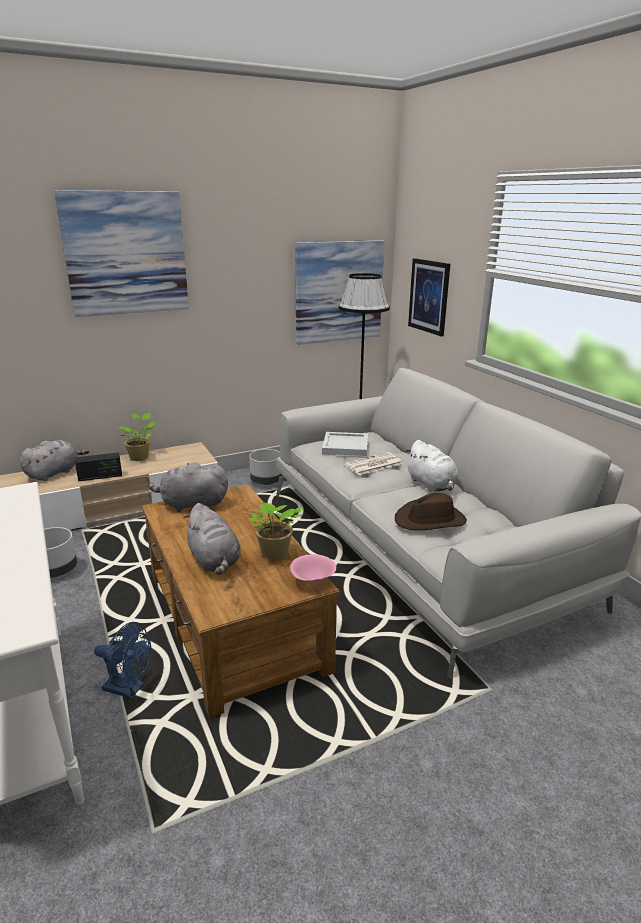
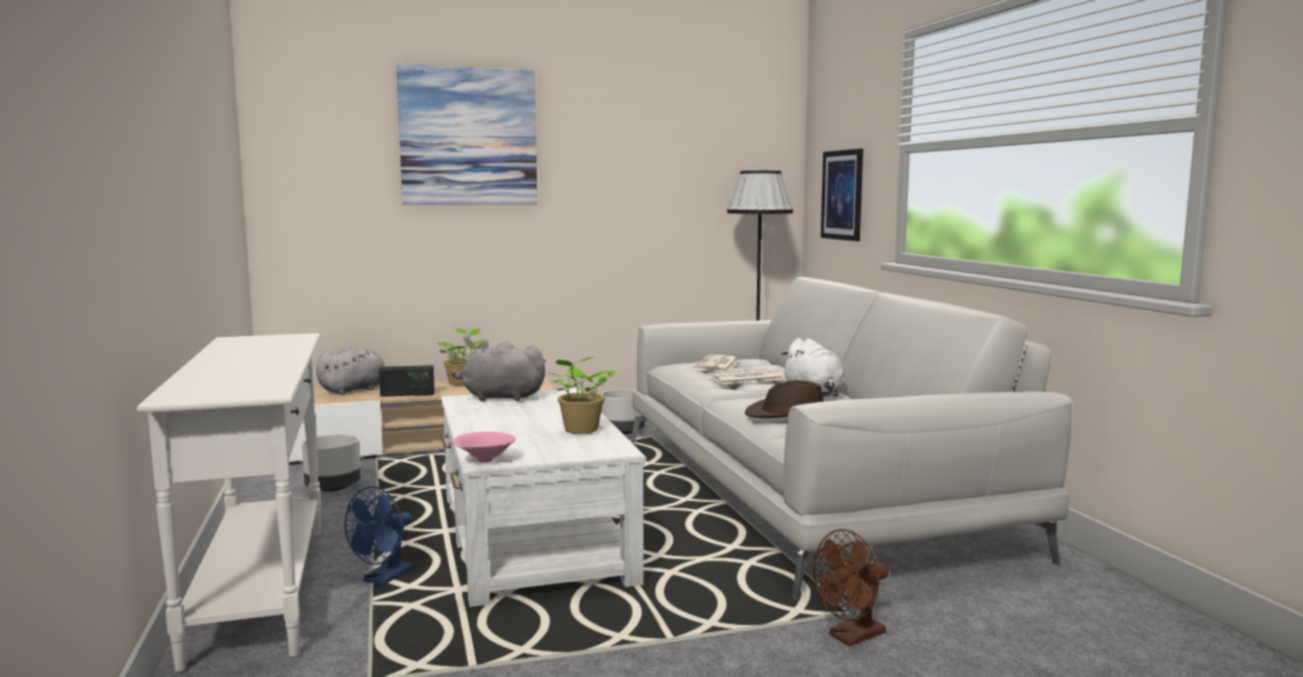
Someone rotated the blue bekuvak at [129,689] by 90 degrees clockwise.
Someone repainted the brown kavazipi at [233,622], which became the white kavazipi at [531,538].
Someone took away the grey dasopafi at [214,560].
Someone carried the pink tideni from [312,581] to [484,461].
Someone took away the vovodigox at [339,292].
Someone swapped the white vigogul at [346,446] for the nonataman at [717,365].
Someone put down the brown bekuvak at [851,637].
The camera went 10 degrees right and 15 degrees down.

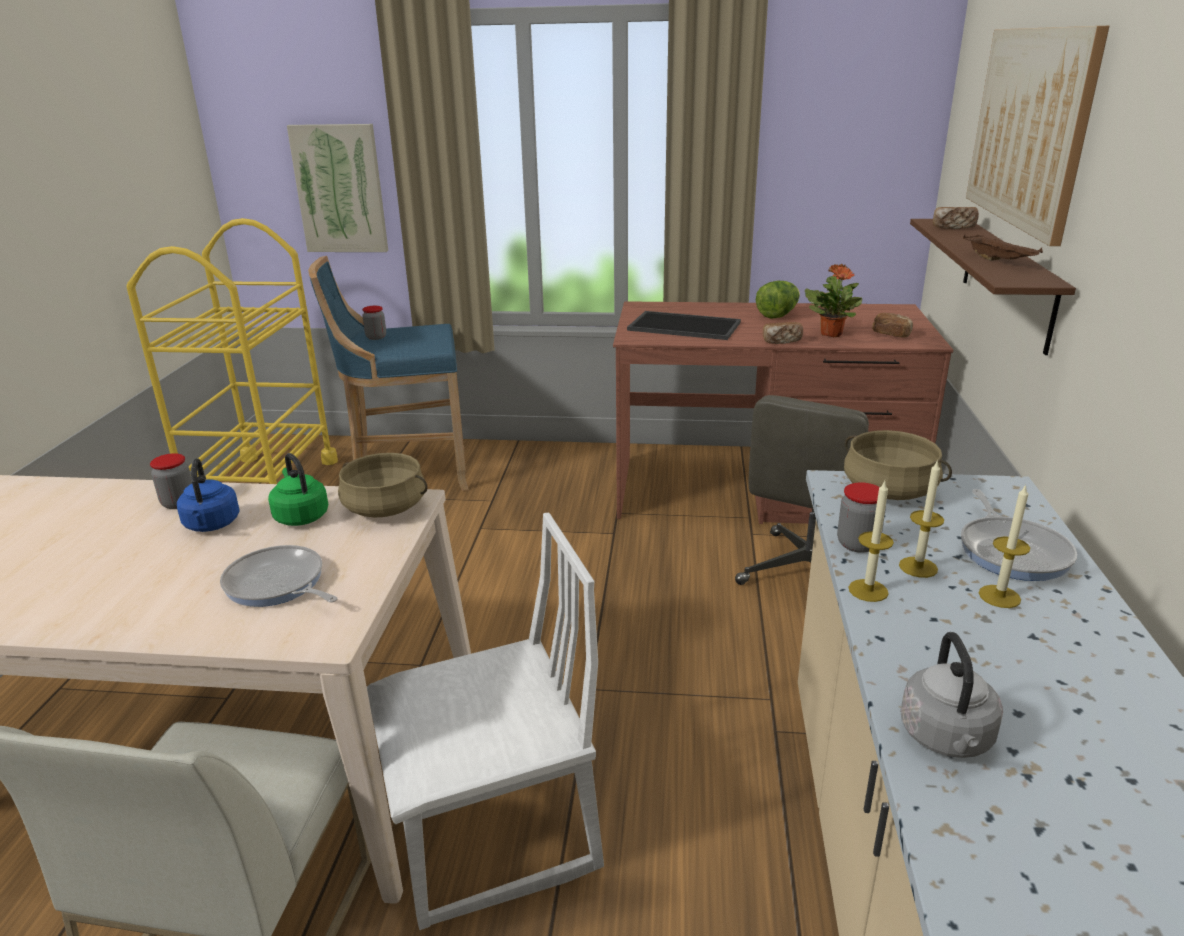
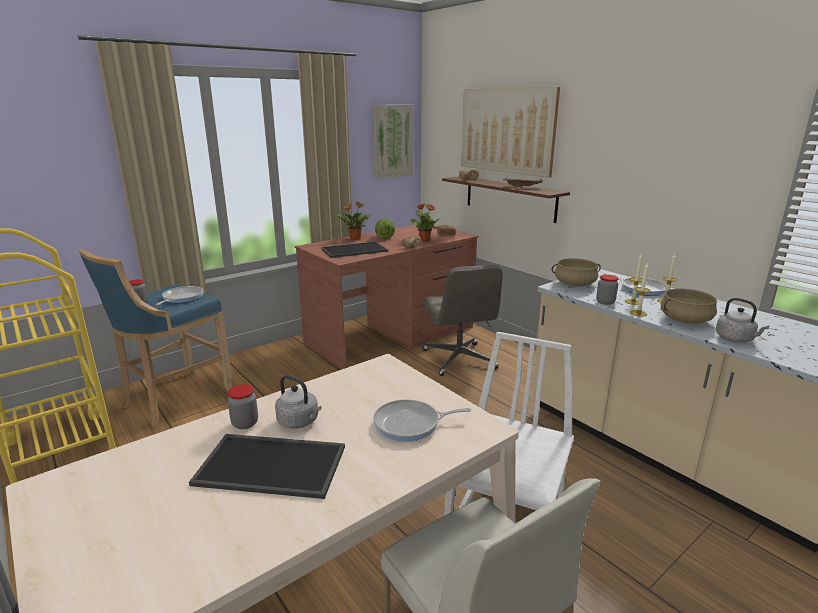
Someone repainted the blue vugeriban at [212,525], which became the grey vugeriban at [300,422].
Someone took away the green vugeriban at [300,516].
Someone carried the vovodigox from [340,189] to [392,141].
Someone carried the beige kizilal from [386,508] to [685,320].
Someone put down the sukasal at [181,298].
Someone put down the vigogul at [273,464].
Someone put down the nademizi at [355,238].
The camera went 45 degrees left and 5 degrees down.

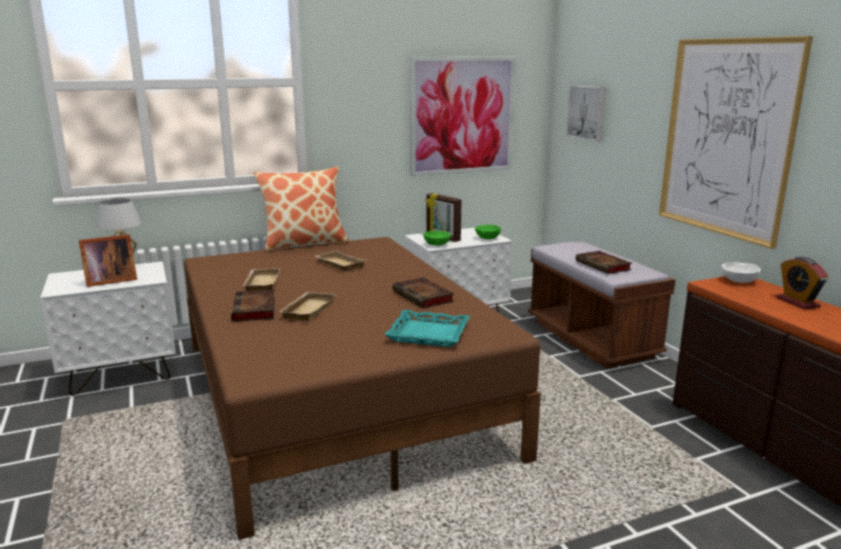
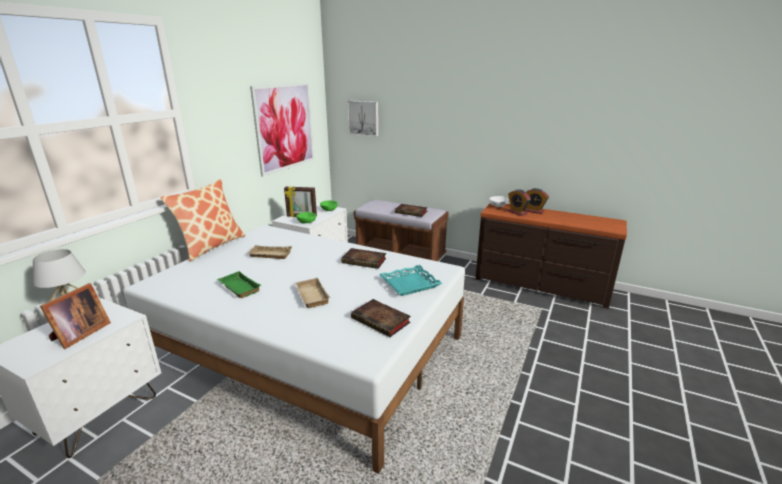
Someone repainted the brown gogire at [338,396], which became the white gogire at [309,349].
Someone carried the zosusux from [255,310] to [382,321].
Someone repainted the beige vigogul at [261,283], which became the green vigogul at [238,288].
Someone took away the vovodigox at [727,138].
Someone put down the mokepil at [517,212].
The camera went 40 degrees left and 5 degrees up.

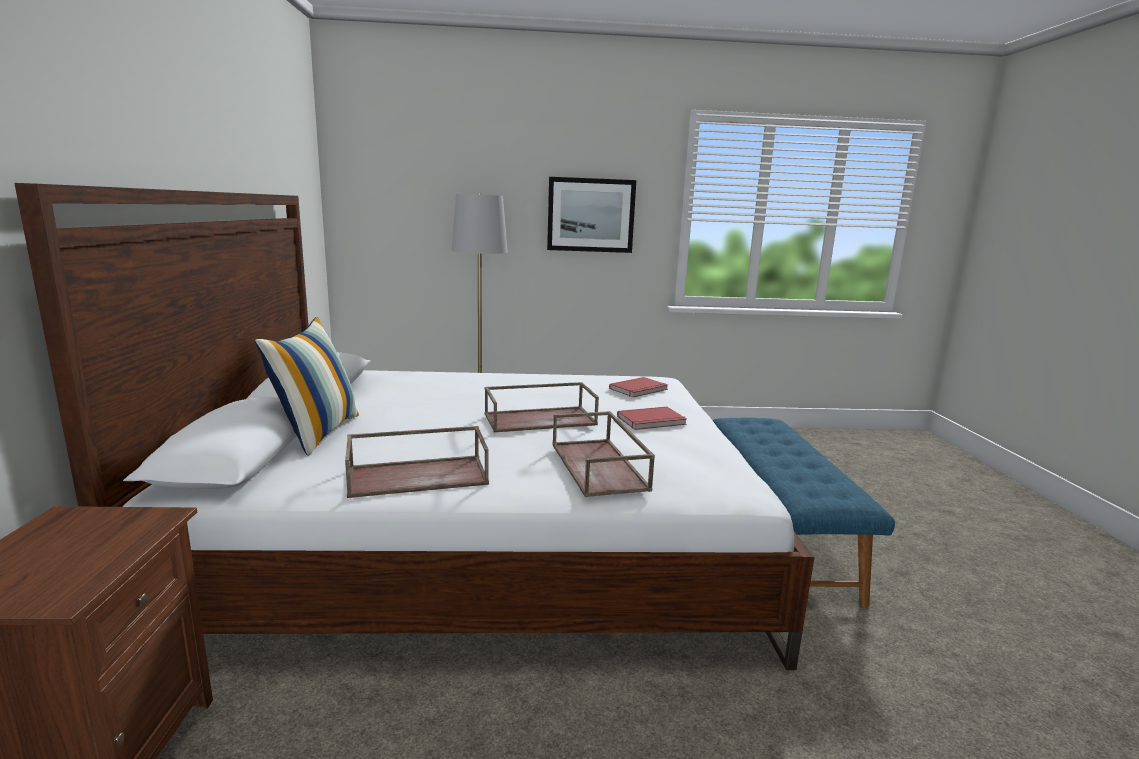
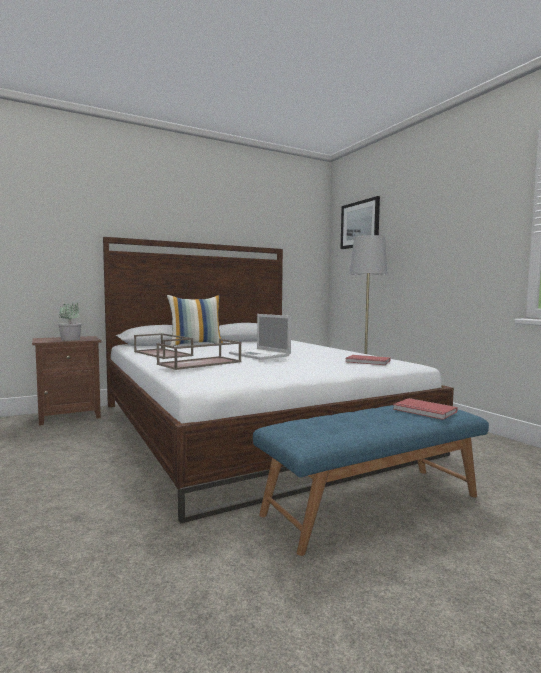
Someone swapped the brown vigogul at [541,419] for the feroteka at [260,355].
Someone carried the vovodigox from [590,215] to [360,224].
Someone carried the red zosusux from [652,421] to [424,411].
Someone put down the nademizi at [71,339].
The camera went 65 degrees right and 10 degrees down.

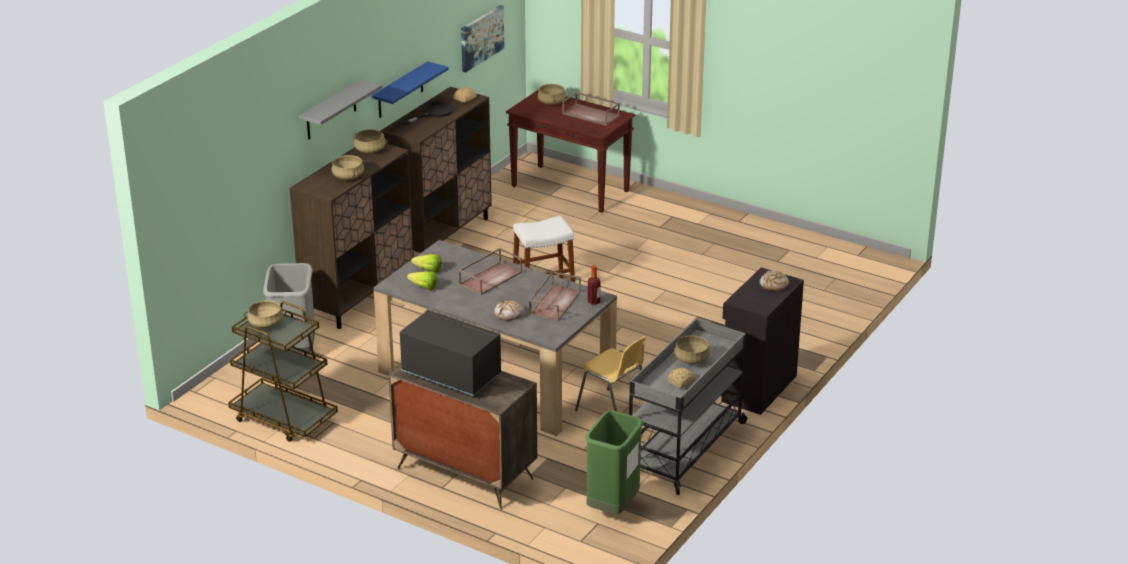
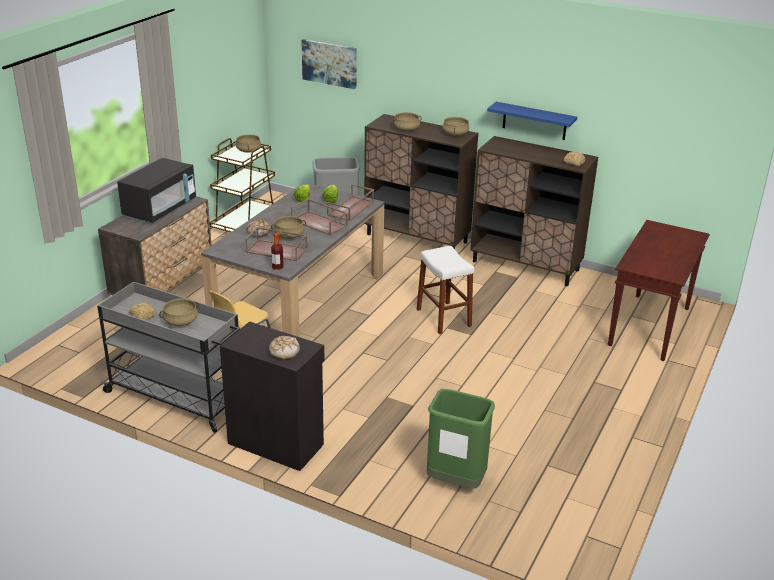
Someone took away the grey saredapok at [331,110].
Someone took away the black sukasal at [433,113].
Someone carried the vovodigox from [481,37] to [329,63].
Someone carried the beige kizilal from [551,102] to [289,235].
Someone carried the brown vigogul from [591,115] to [351,209].
Someone carried the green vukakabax from [613,507] to [455,482].
The camera went 85 degrees right and 0 degrees up.

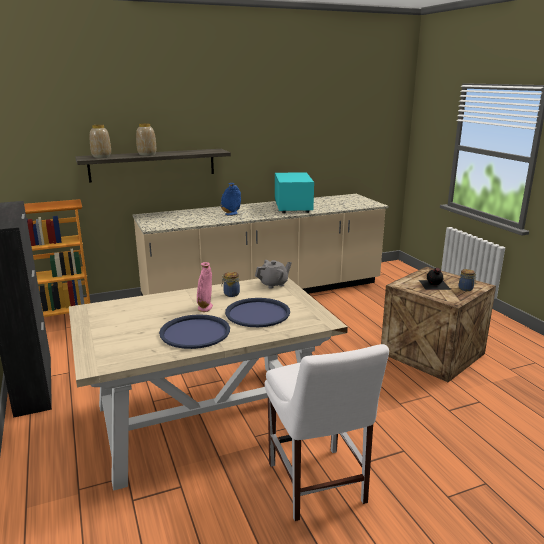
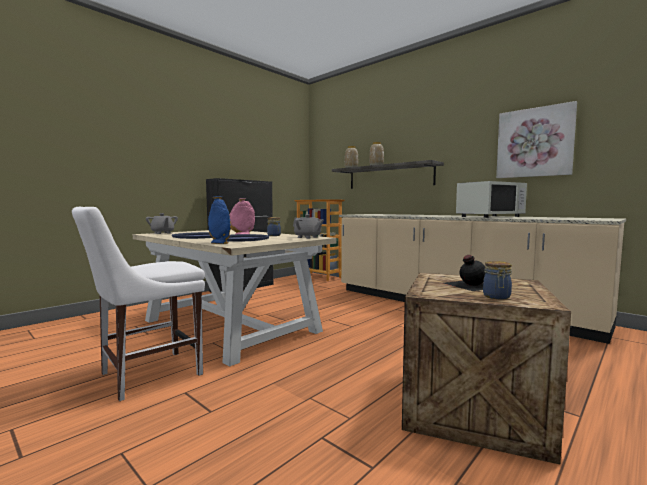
Someone carried the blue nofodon from [231,214] to [219,243].
Someone repainted the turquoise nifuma at [292,207], which became the white nifuma at [490,216].
Someone put down the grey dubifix at [162,233].
Someone put up the vovodigox at [534,142].
The camera went 65 degrees right and 15 degrees down.

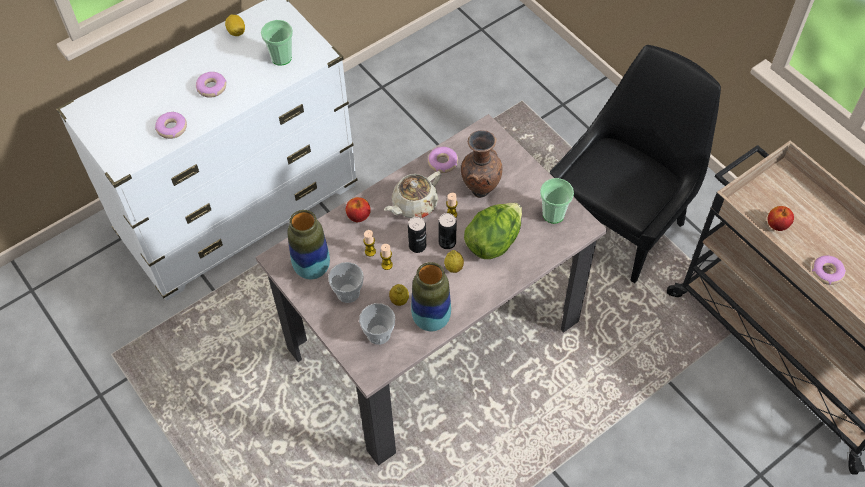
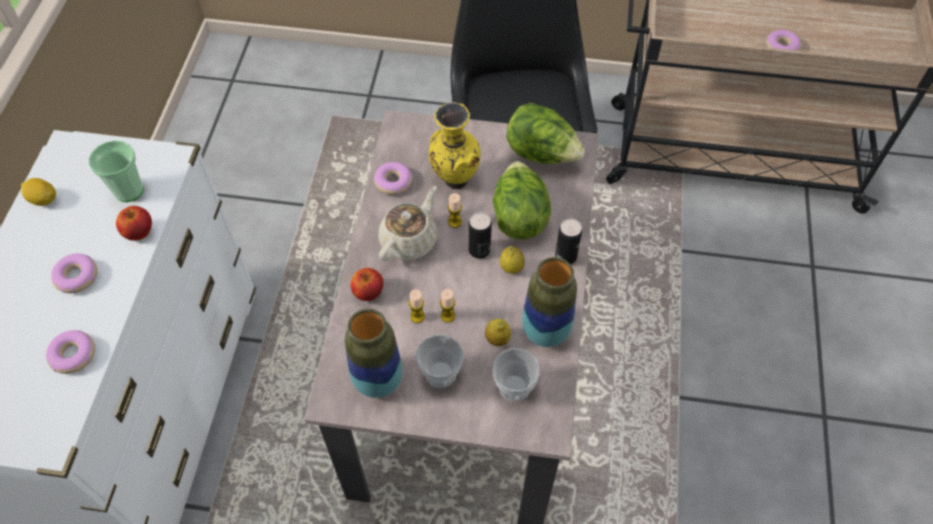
Someone rotated the beige dubifix at [414,205] by 150 degrees counterclockwise.
Someone carried the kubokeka from [417,246] to [566,256].
Someone repainted the brown nofodon at [479,189], which became the yellow nofodon at [454,180].
Someone swapped the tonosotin at [553,214] for the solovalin at [541,154].
Someone carried the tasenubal from [777,225] to [139,232].
The camera went 45 degrees left and 0 degrees up.

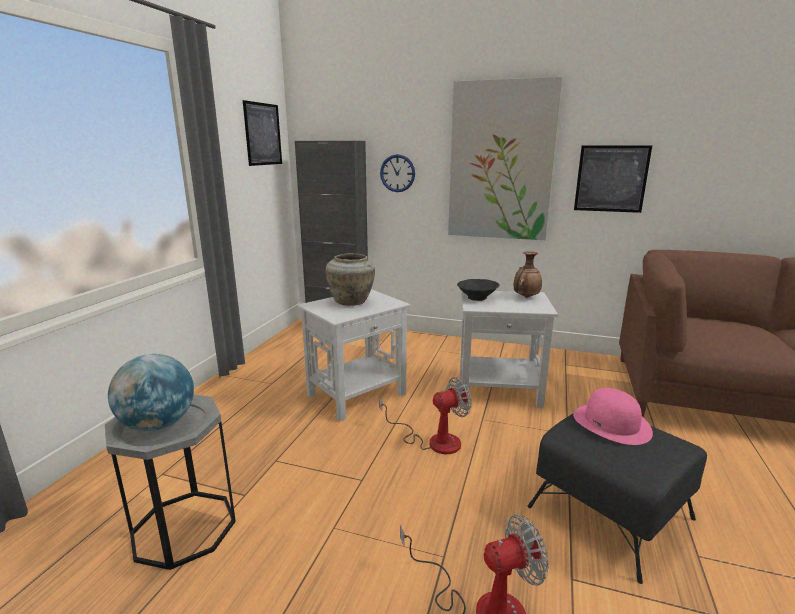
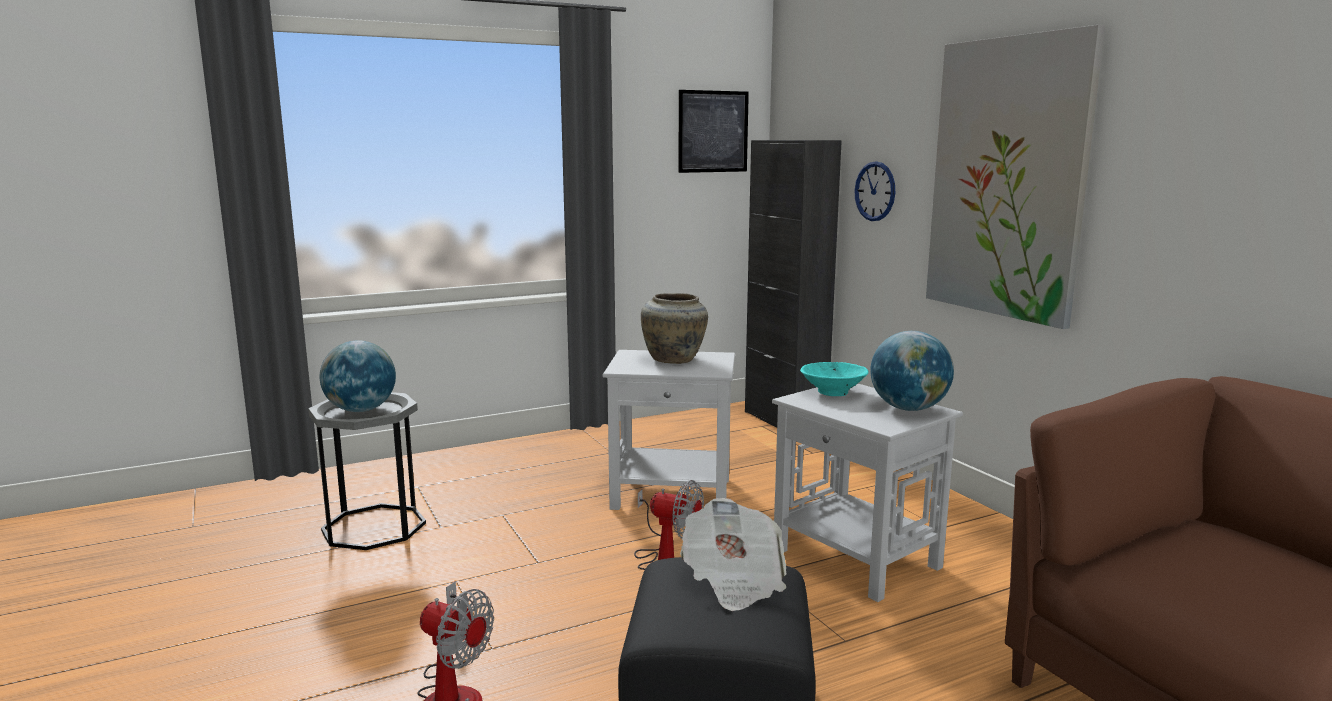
Someone repainted the black tideni at [477,298], which became the turquoise tideni at [834,392].
Someone swapped the nofodon at [526,297] for the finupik at [909,409].
Someone swapped the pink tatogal at [612,423] for the nonataman at [733,580].
Someone took away the vovodigox at [611,179].
The camera went 45 degrees right and 5 degrees down.

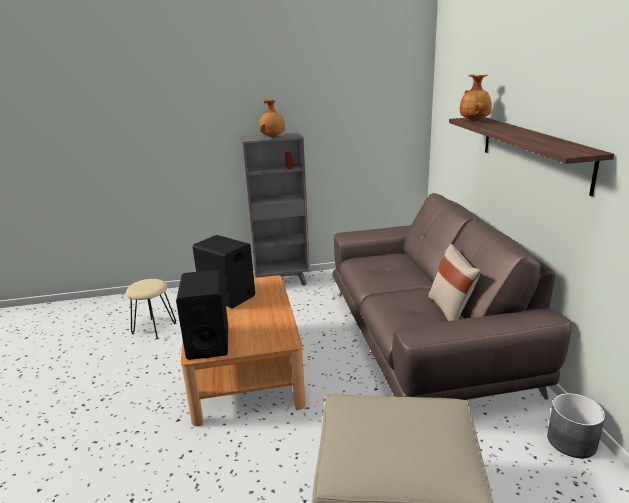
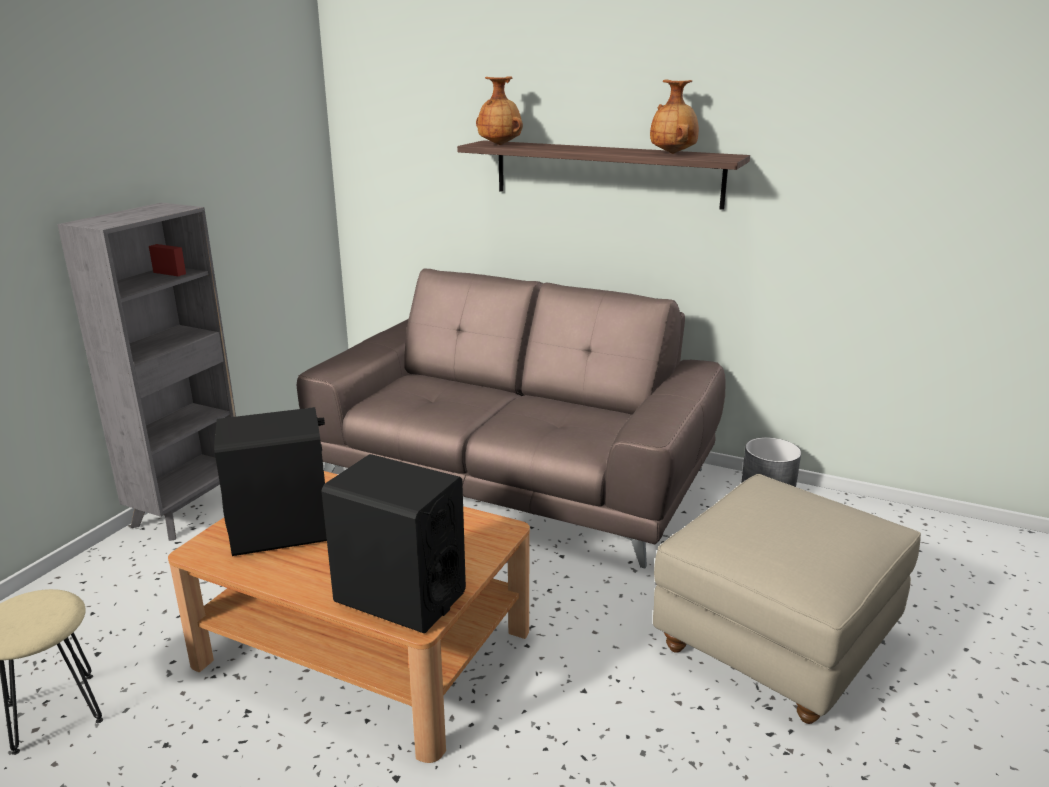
Someone carried the brown nofodon from [273,137] to [673,153].
Someone took away the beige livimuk at [451,310].
The camera went 55 degrees left and 0 degrees up.

